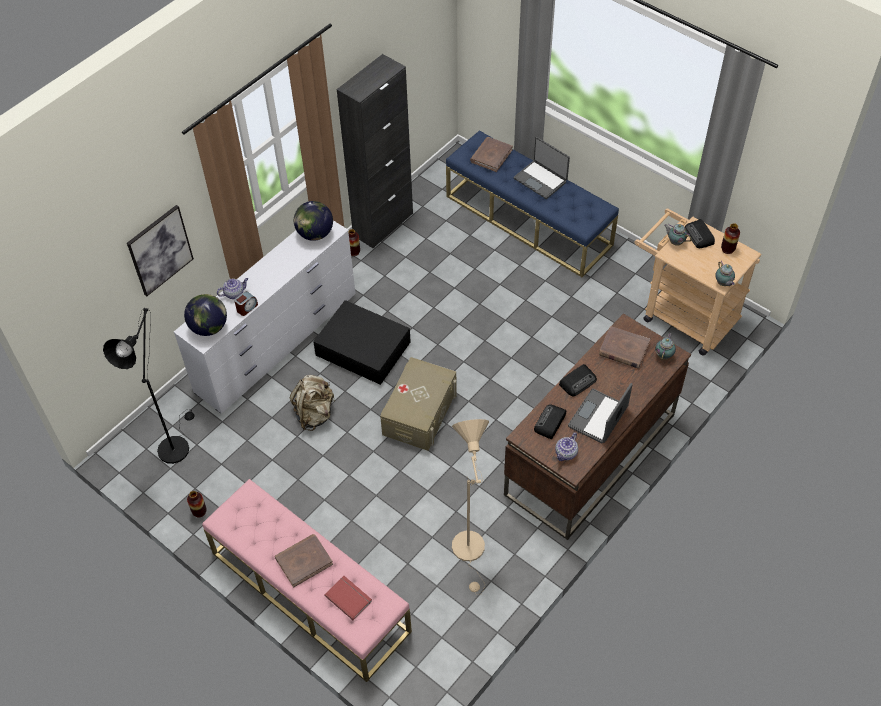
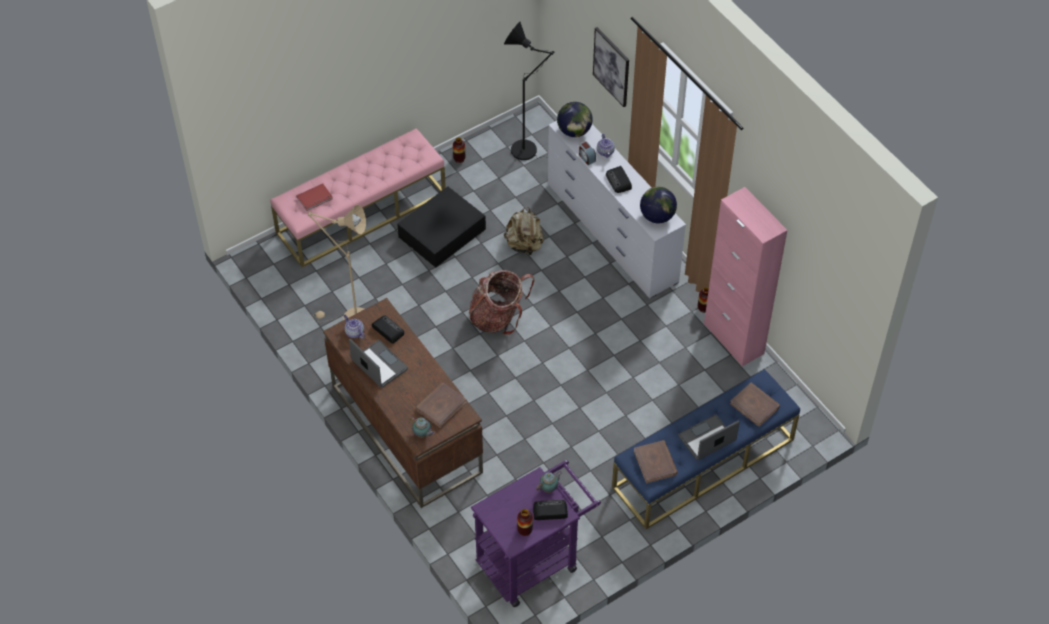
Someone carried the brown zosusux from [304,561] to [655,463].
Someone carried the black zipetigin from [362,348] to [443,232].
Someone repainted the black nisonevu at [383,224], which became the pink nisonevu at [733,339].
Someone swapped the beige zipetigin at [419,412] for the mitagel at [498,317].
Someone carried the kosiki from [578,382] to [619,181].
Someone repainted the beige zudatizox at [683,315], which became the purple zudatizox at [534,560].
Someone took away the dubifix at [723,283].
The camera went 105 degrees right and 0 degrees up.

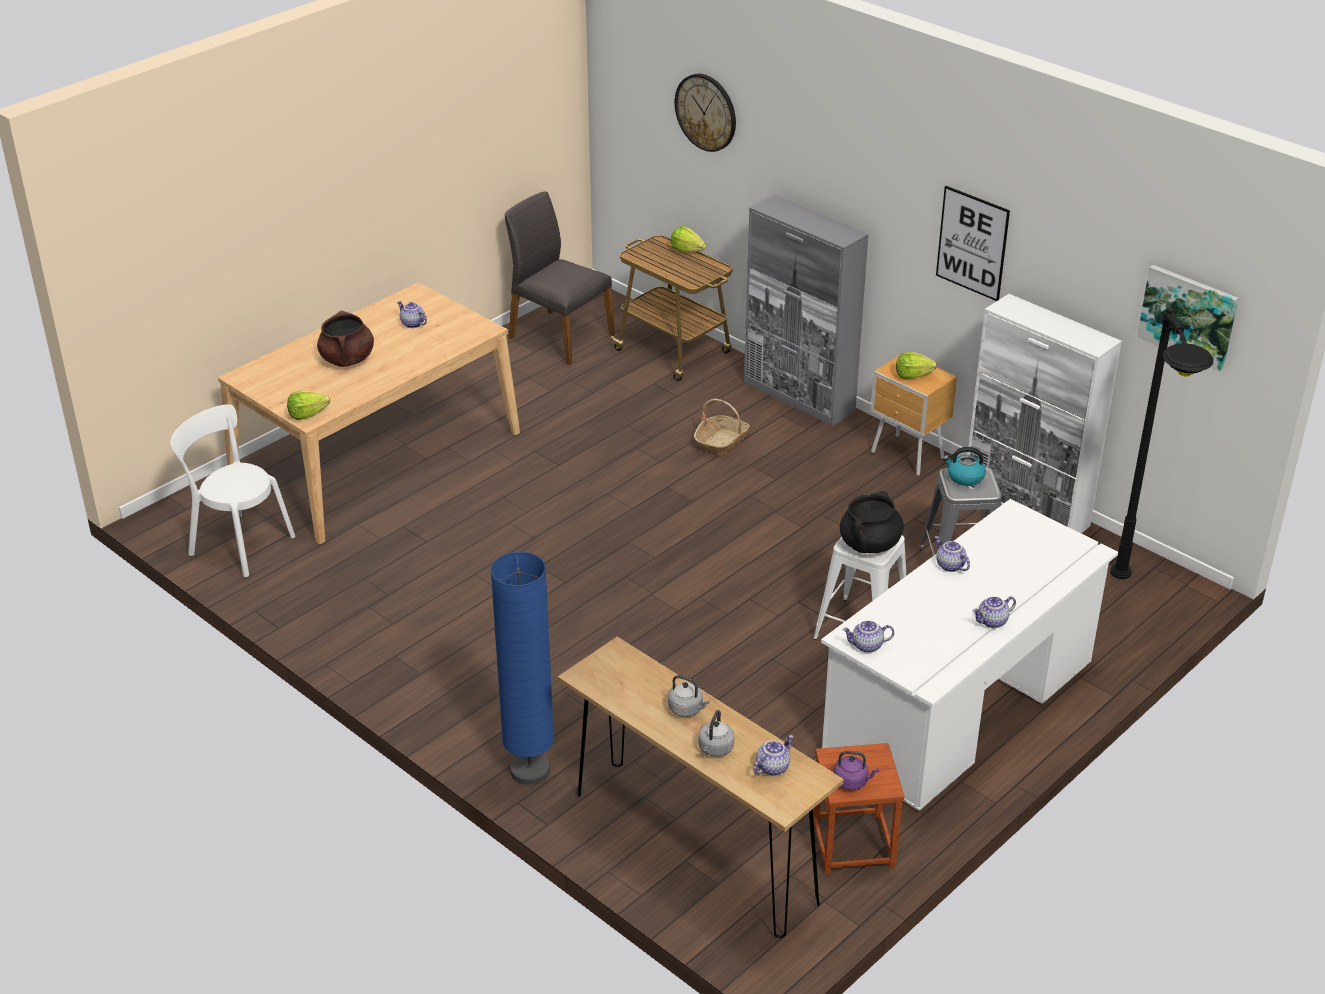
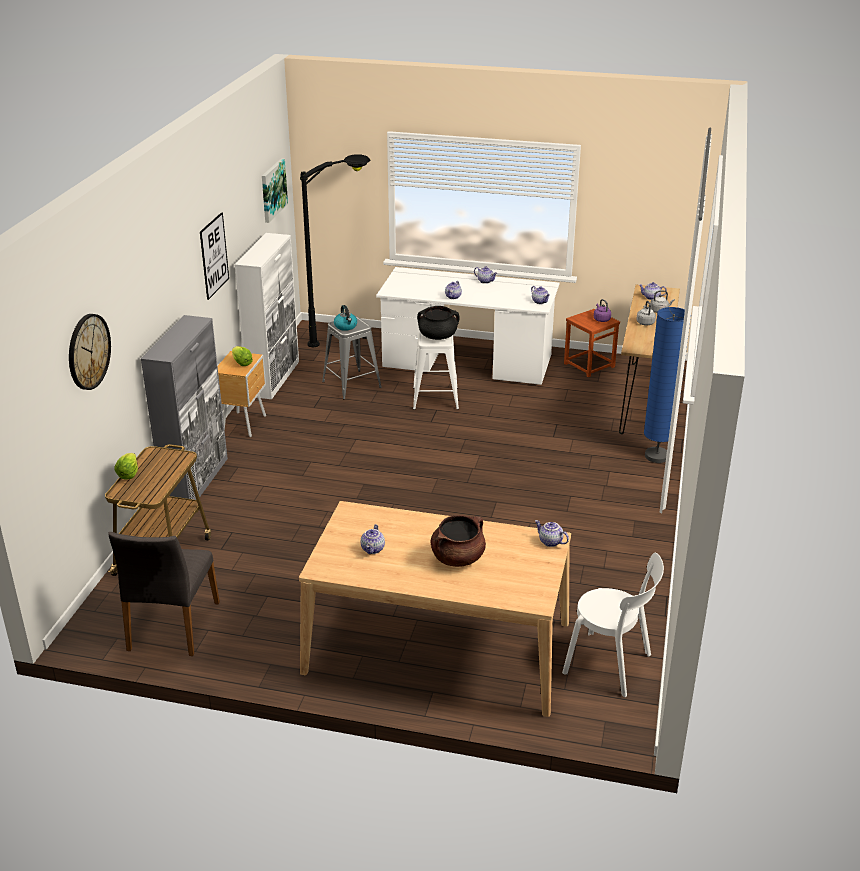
Someone rotated the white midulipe at [238,543] by 60 degrees counterclockwise.
Someone swapped the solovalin at [307,414] for the dubifix at [550,542].
Someone took away the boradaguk at [721,442].
The camera went 120 degrees left and 5 degrees down.

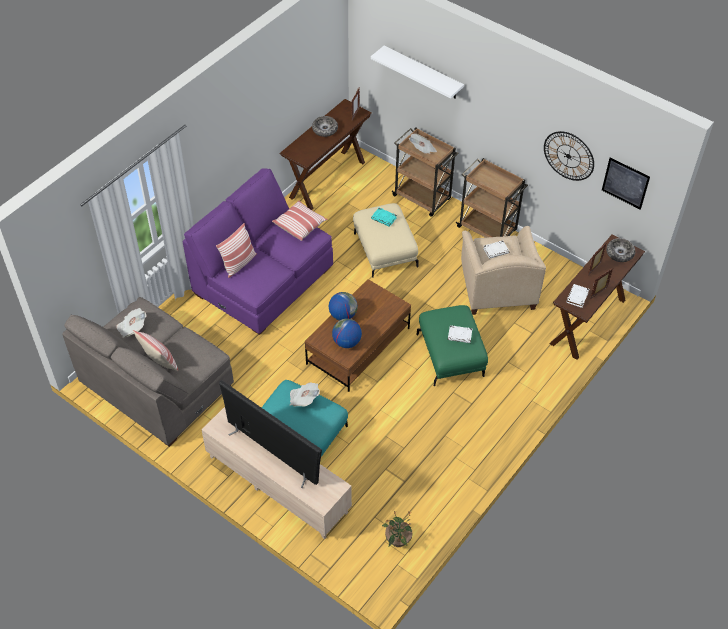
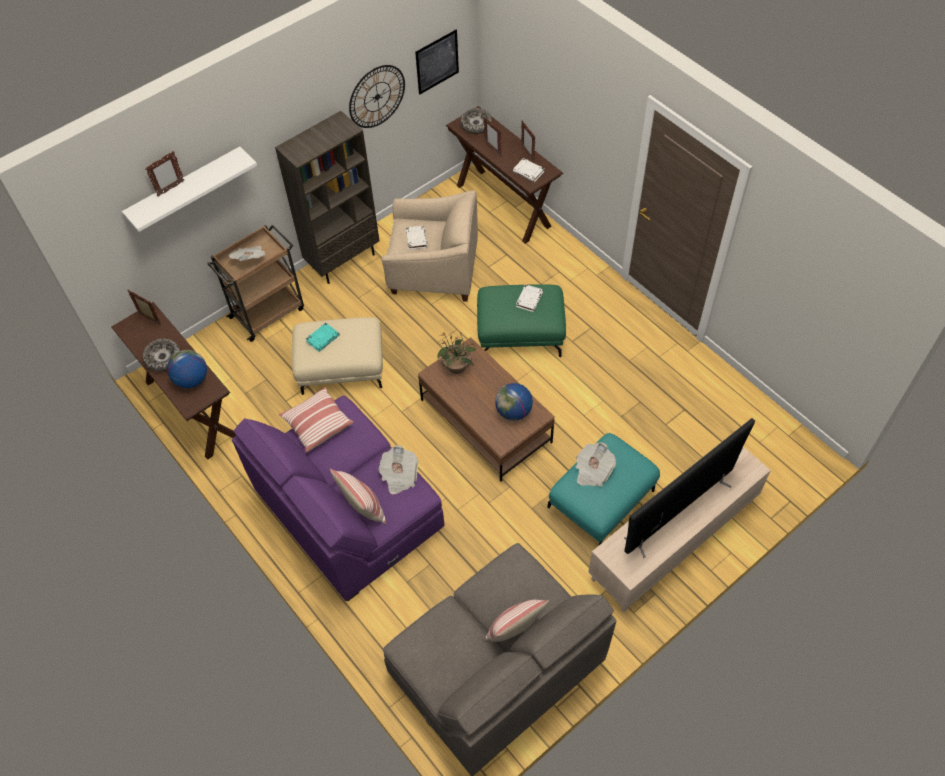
Someone carried the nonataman from [132,328] to [399,476].
Someone carried the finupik from [343,315] to [191,379].
Someone carried the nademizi from [397,540] to [457,367].
Someone swapped the brown zudatizox at [488,229] for the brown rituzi at [343,260].
Someone put down the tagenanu at [170,189].
The camera went 75 degrees left and 5 degrees up.

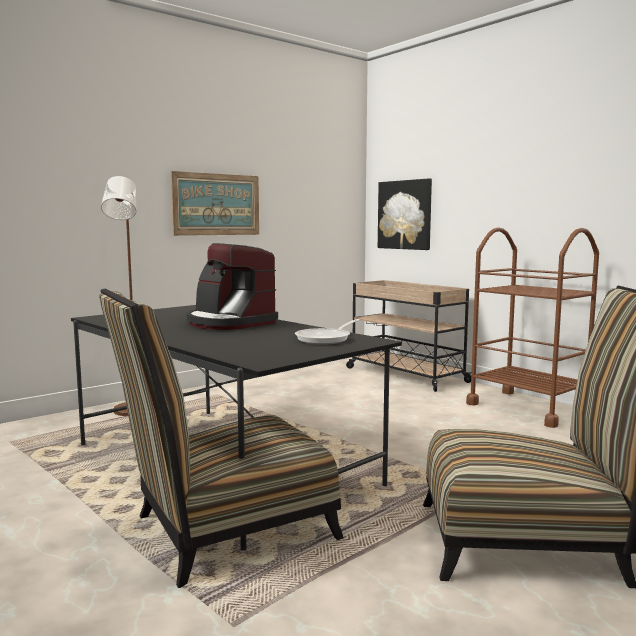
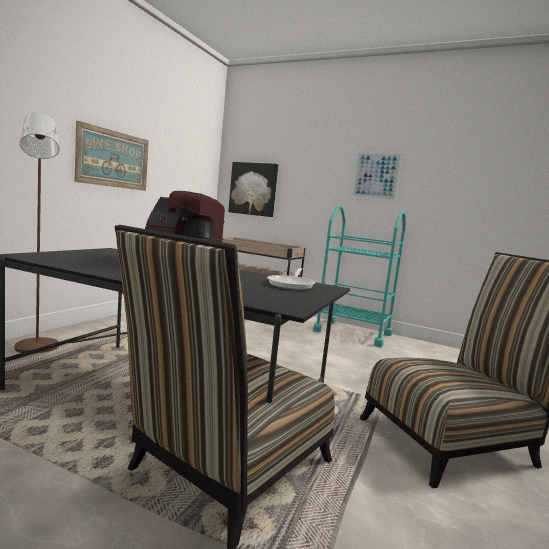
Someone repainted the brown zudatizox at [527,408], which became the turquoise zudatizox at [352,333].
Someone put up the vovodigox at [376,175].
The camera went 25 degrees left and 0 degrees up.

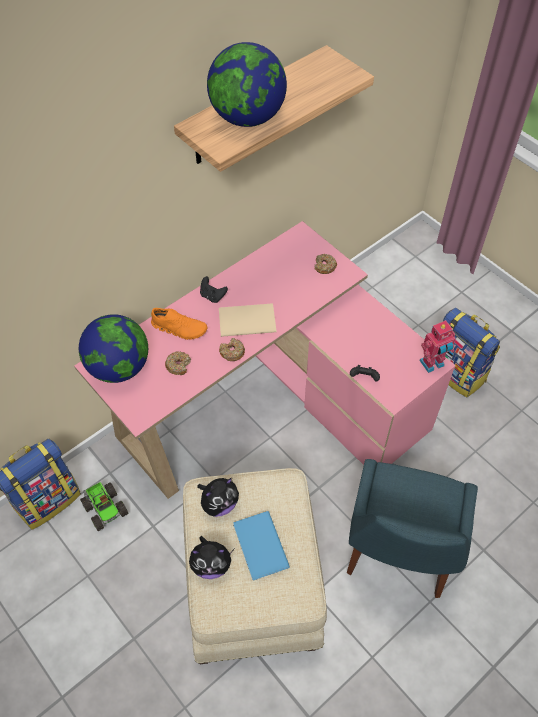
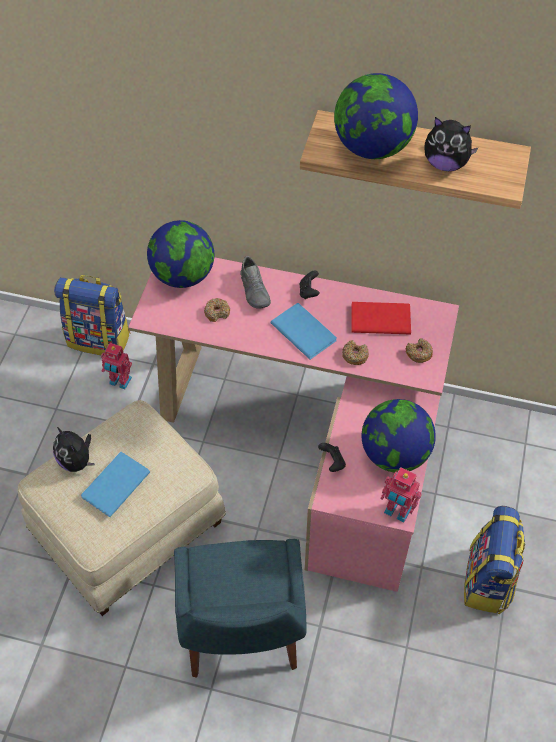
Someone swapped the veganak at [105,508] for the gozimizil at [119,382].
Someone repainted the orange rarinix at [179,328], which became the grey rarinix at [255,290].
Someone carried the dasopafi from [219,504] to [445,164].
Someone repainted the beige zosusux at [245,320], which became the blue zosusux at [303,330].
Someone carried the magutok from [232,352] to [354,355].
Someone rotated the blue midulipe at [398,552] by 75 degrees counterclockwise.
Someone put down the red zosusux at [379,318].
Someone put down the finupik at [395,454].
The camera went 55 degrees right and 0 degrees up.

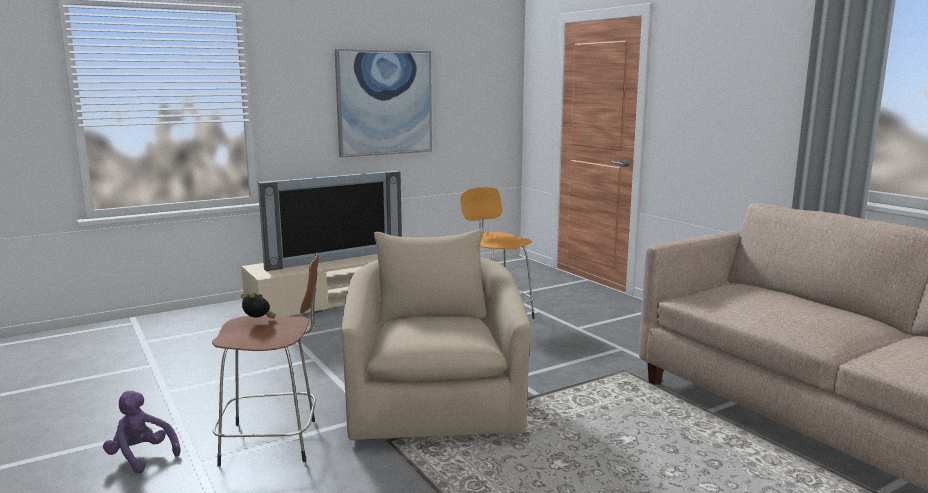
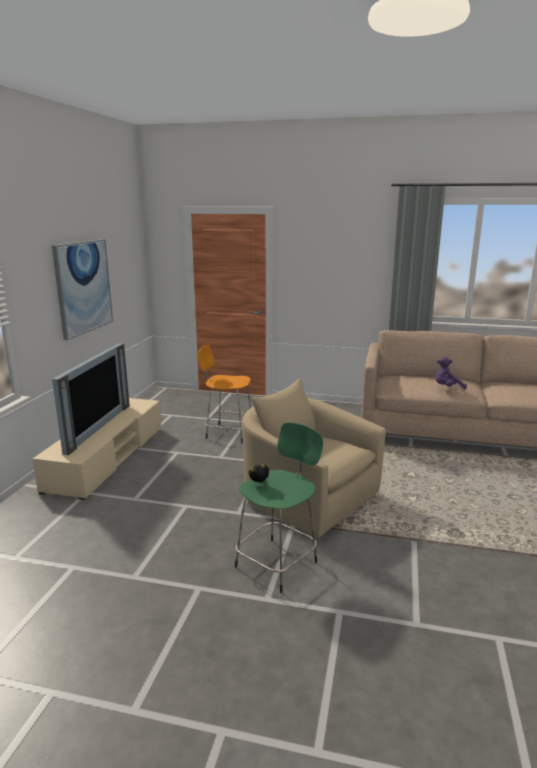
Someone carried the purple dasopafi from [141,457] to [447,388].
Someone repainted the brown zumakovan at [273,442], which became the green zumakovan at [278,563].
The camera went 45 degrees left and 5 degrees up.

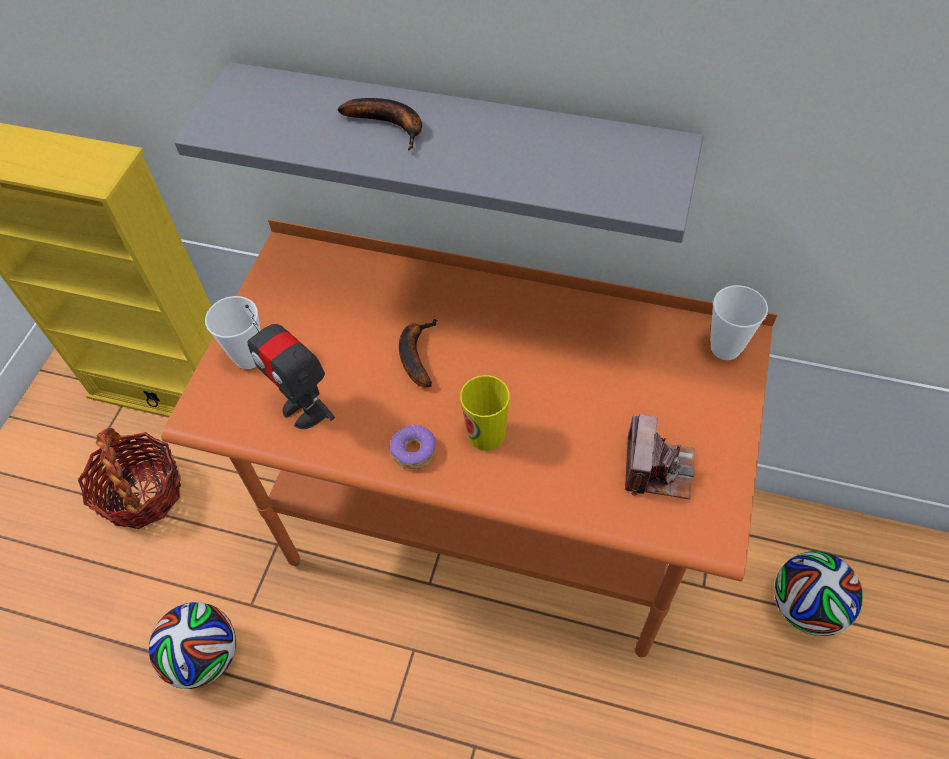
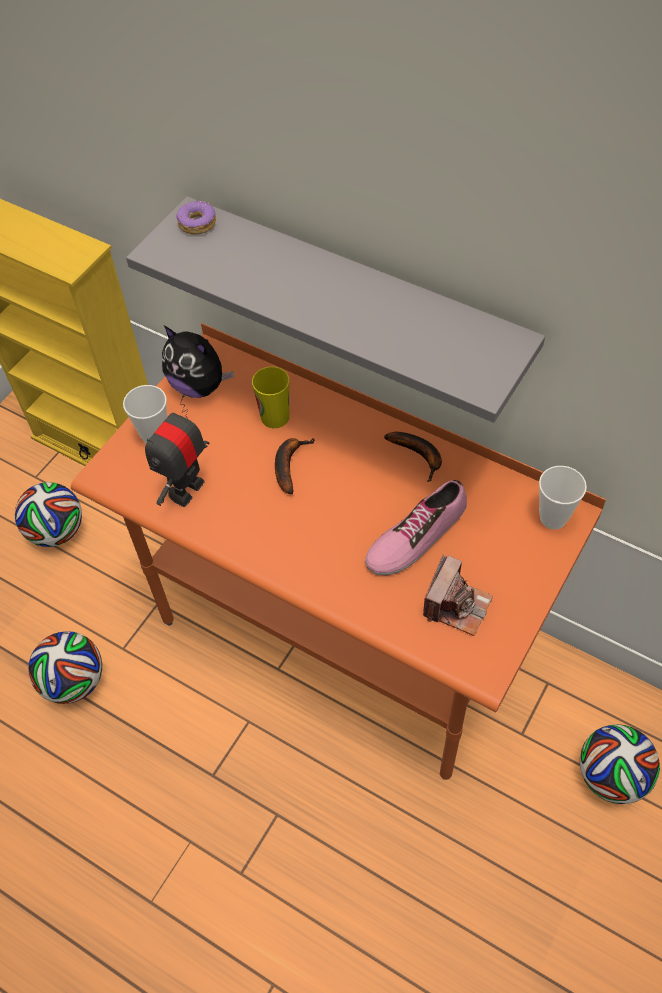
Someone swapped the boradaguk at [142,493] for the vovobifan at [57,531].
Someone rotated the gozimizil at [304,410] by 60 degrees clockwise.
Someone carried the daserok from [390,125] to [419,455].
Someone carried the magutok from [413,451] to [197,223].
Someone carried the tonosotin from [486,434] to [275,417].
Someone put down the dasopafi at [199,385].
Someone put down the rarinix at [416,535].
The camera went 15 degrees right and 0 degrees up.

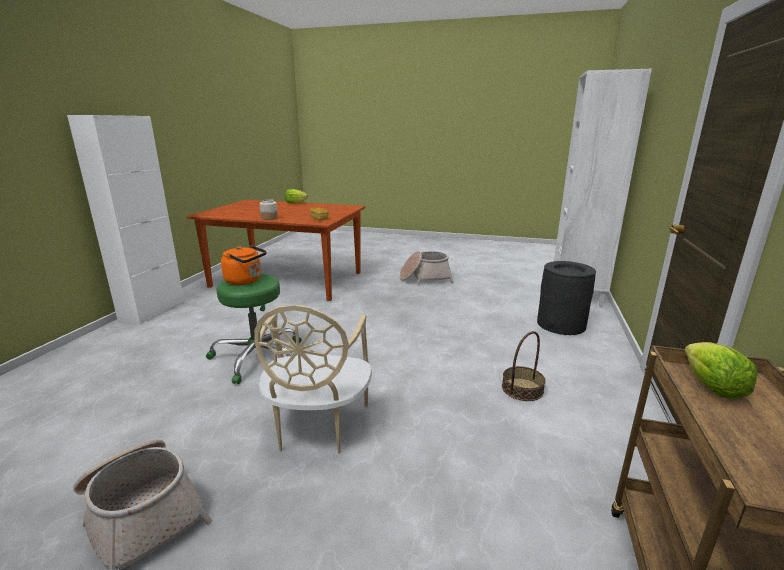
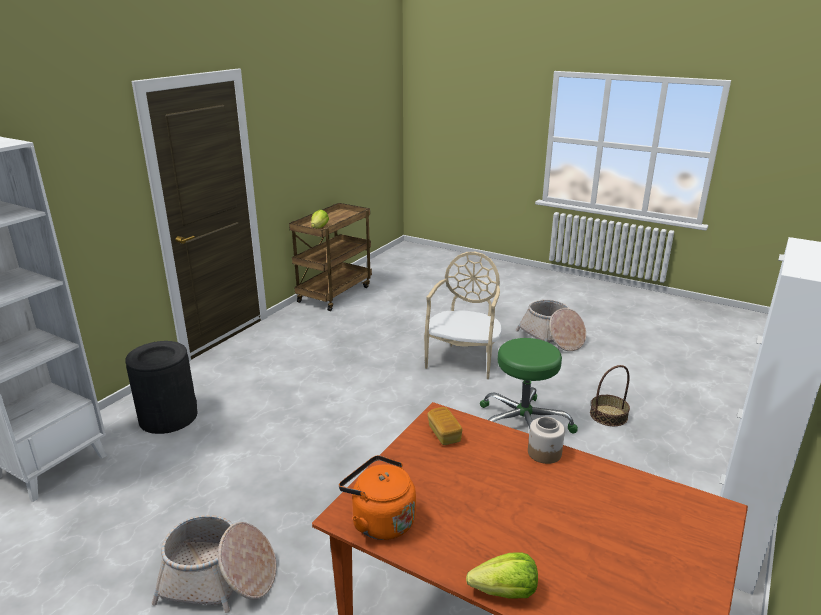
Someone carried the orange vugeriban from [245,281] to [380,520].
Someone carried the boradaguk from [522,389] to [608,415].
The camera went 165 degrees left and 5 degrees up.

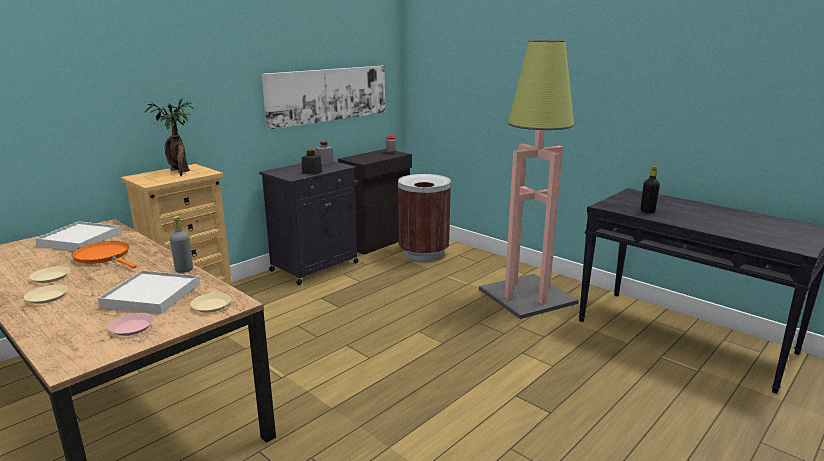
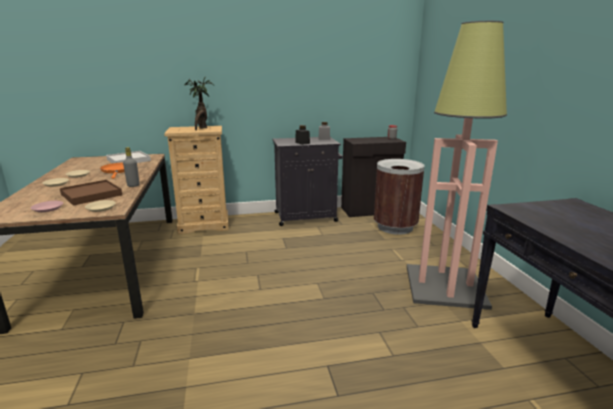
Someone repainted the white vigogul at [151,295], which became the brown vigogul at [91,195].
Someone took away the vovodigox at [328,95].
Someone took away the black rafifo at [647,211].
The camera went 35 degrees right and 0 degrees up.

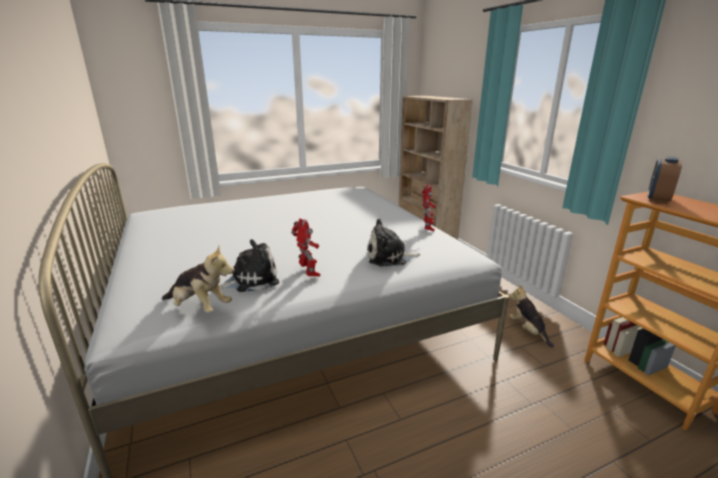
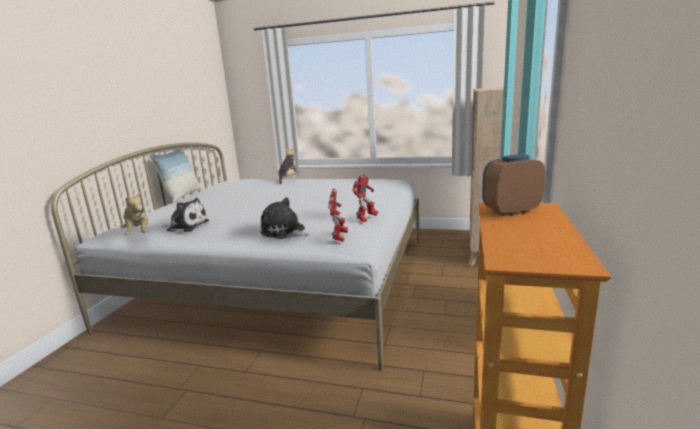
Someone carried the gozimizil from [309,273] to [339,238].
Someone carried the dasopafi from [528,330] to [288,179].
Someone put down the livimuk at [182,196].
The camera went 40 degrees right and 5 degrees down.

